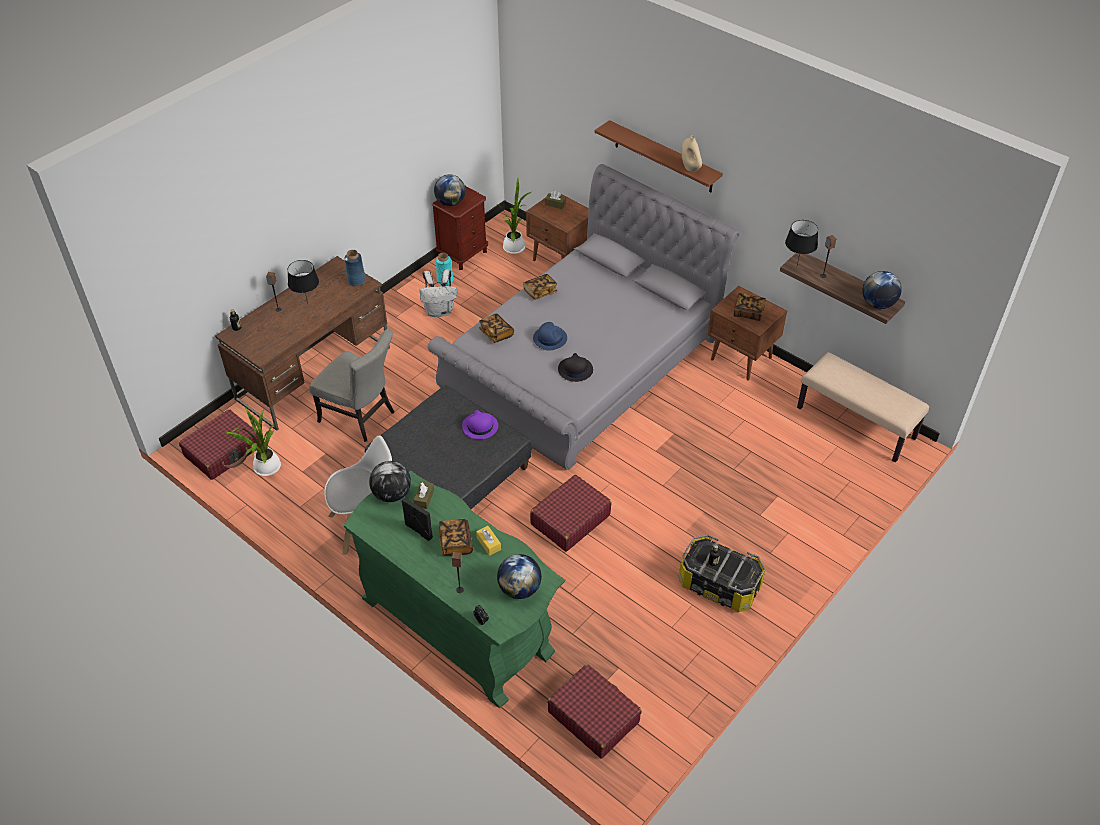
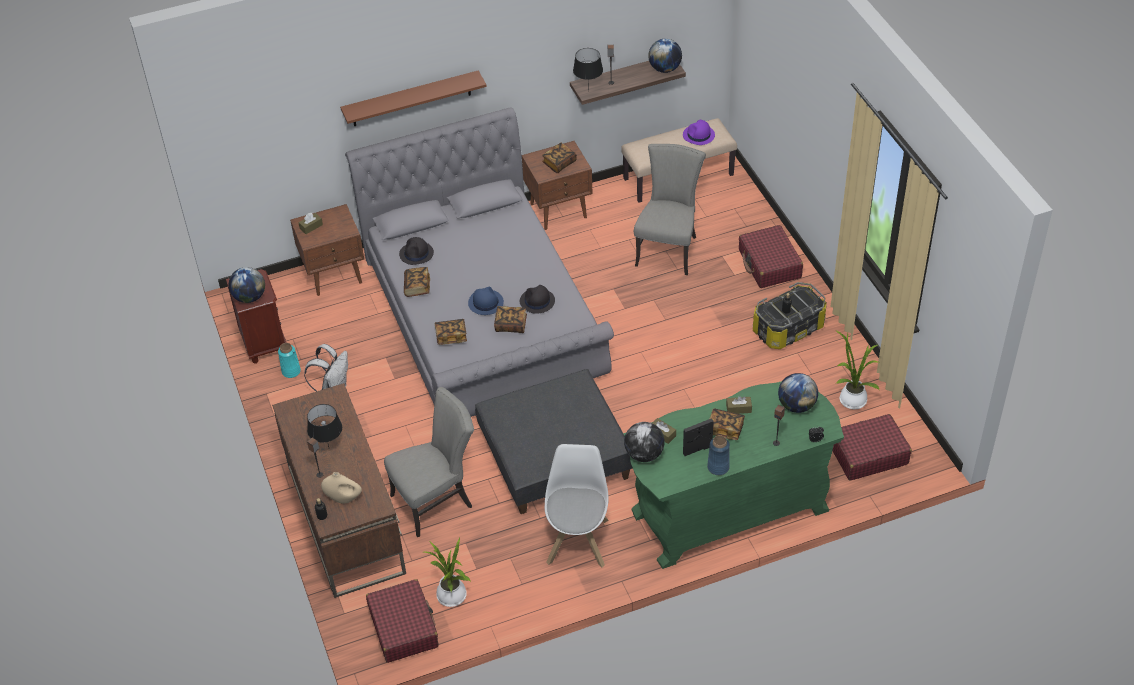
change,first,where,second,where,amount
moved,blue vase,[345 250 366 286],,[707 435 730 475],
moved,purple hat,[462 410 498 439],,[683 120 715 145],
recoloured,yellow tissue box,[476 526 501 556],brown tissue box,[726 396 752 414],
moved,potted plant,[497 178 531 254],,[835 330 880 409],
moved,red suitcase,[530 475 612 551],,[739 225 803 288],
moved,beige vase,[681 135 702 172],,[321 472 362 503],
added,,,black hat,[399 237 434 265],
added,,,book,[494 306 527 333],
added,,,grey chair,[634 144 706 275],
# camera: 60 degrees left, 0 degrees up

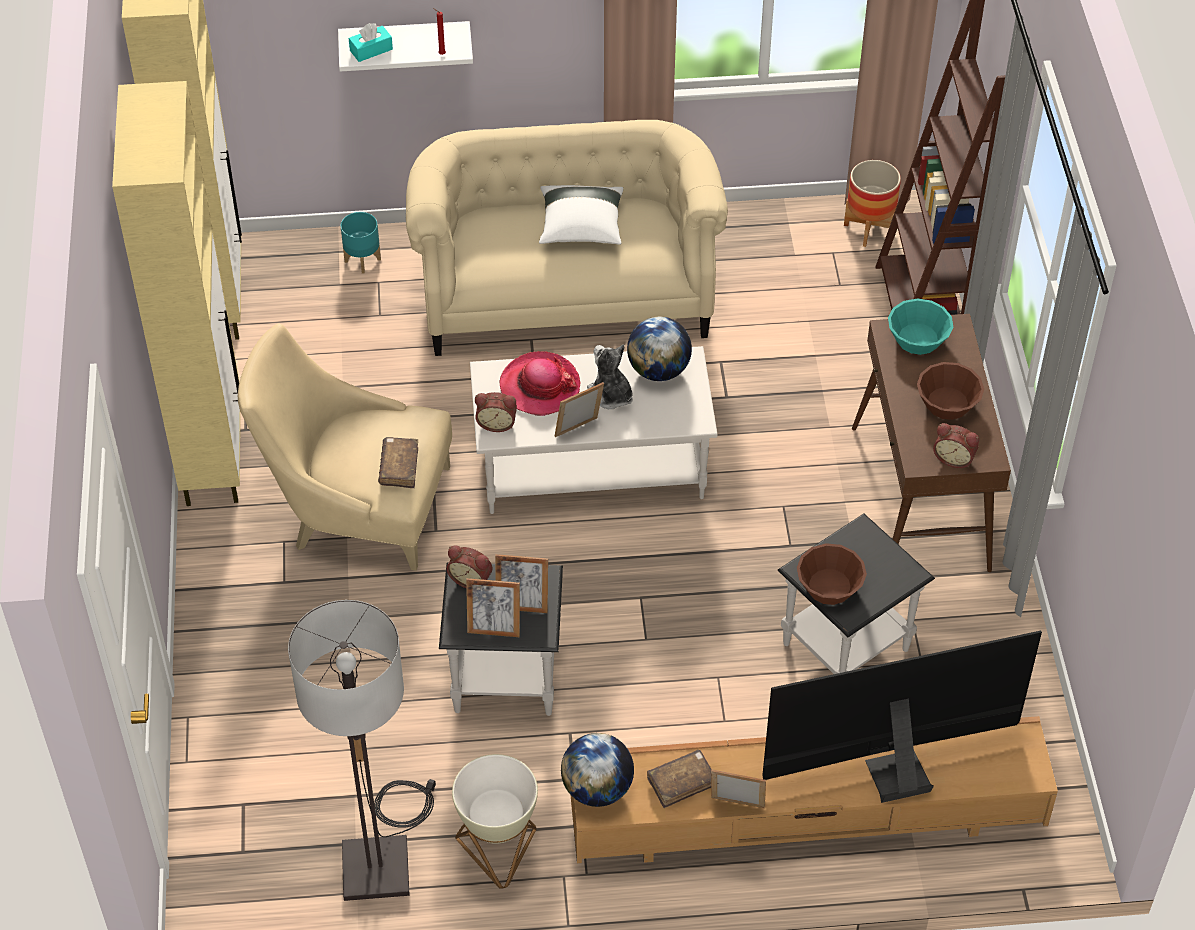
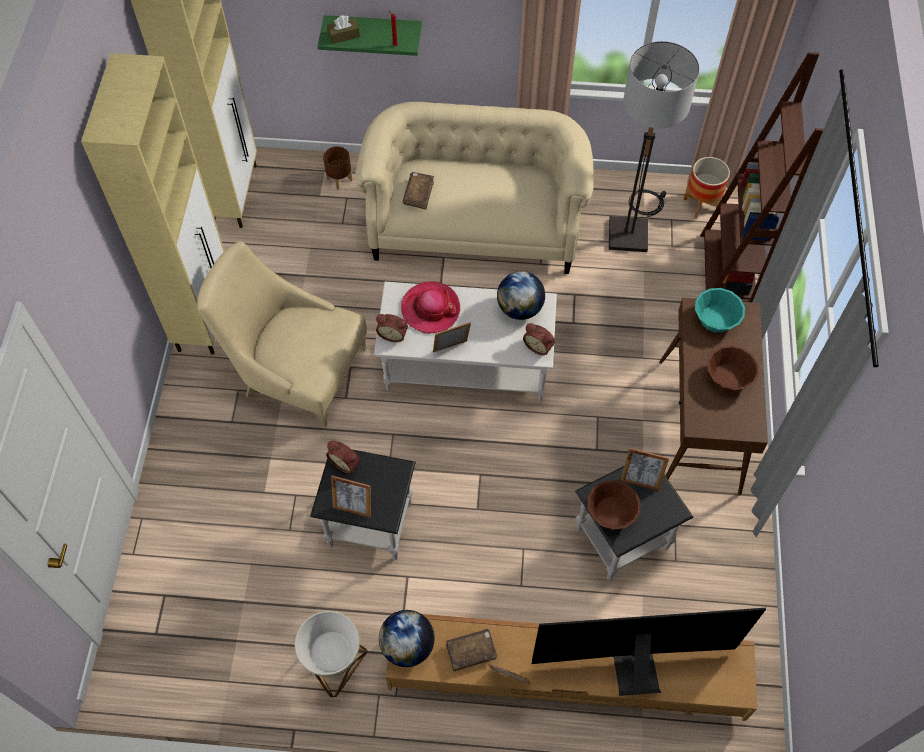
change,first,where,second,where,amount
moved,floor lamp,[288 600 436 901],,[609 41 699 252],
recoloured,white shelf,[338 21 473 71],green shelf,[317 15 422 56],
recoloured,turquoise planter,[341 212 381 274],brown planter,[323 146 352 190],
recoloured,turquoise tissue box,[349 23 393 62],brown tissue box,[327 15 360 44],
moved,brown book,[378 437 418 488],,[402 172 434 210],
moved,picture frame,[495 554 548 613],,[620 448 669 490],
removed,white pillow,[539 185 623 245],,,
removed,plush toy,[587 344 633 409],,,
moved,alarm clock,[933 423 979 468],,[523 323 555 355],
# camera: 10 degrees right, 10 degrees up

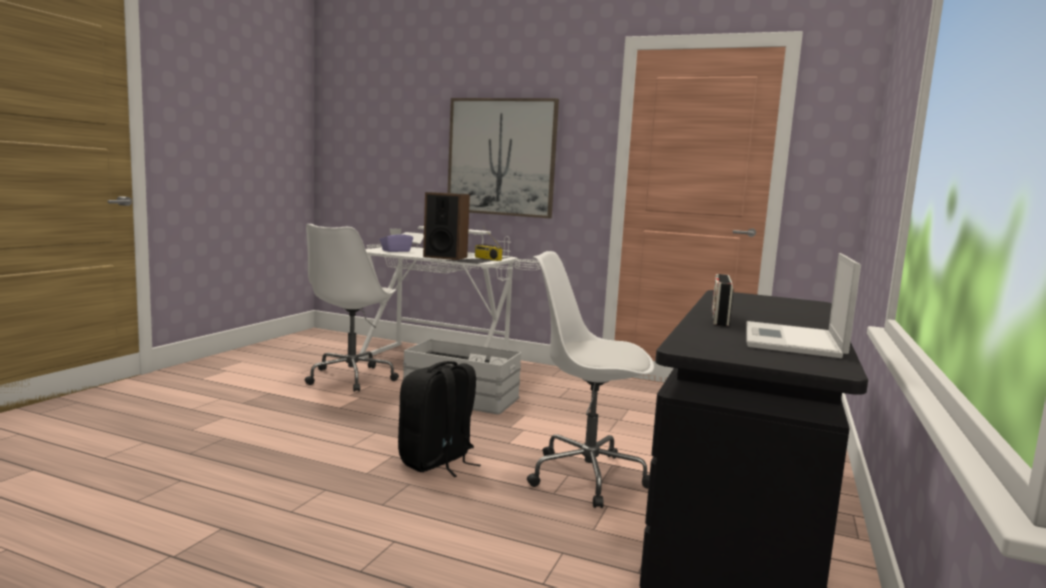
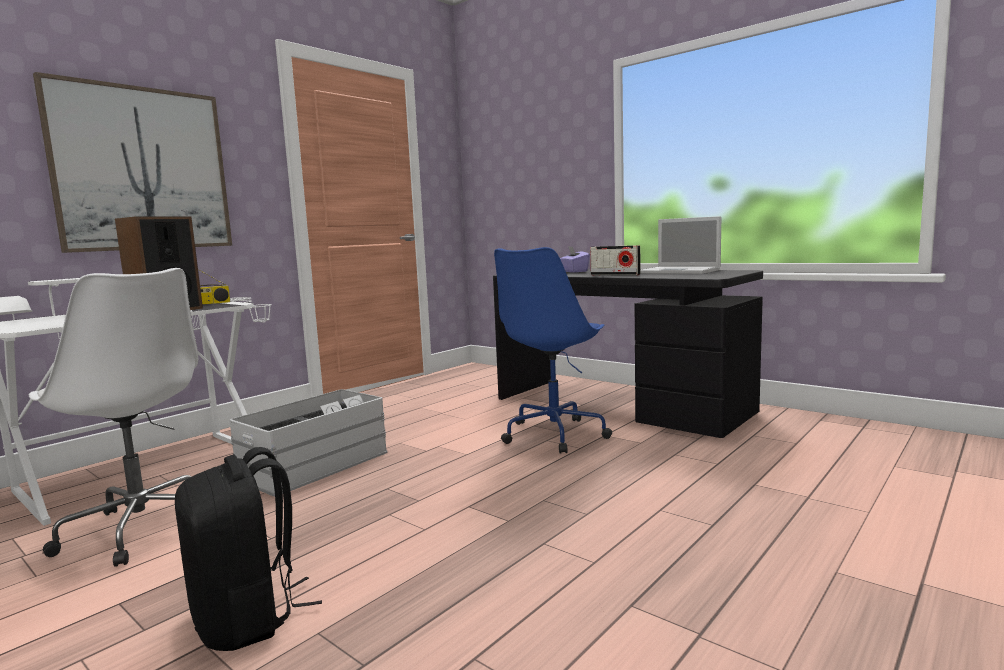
change,first,where,second,where,amount
moved,purple tissue box,[380 228 413 252],,[560 246 590 273],
moved,black backpack,[398 361 481 477],,[175 447 322 651],
recoloured,white office chair,[527 251 654 508],blue office chair,[494 247 612 454],
# camera: 70 degrees left, 0 degrees up

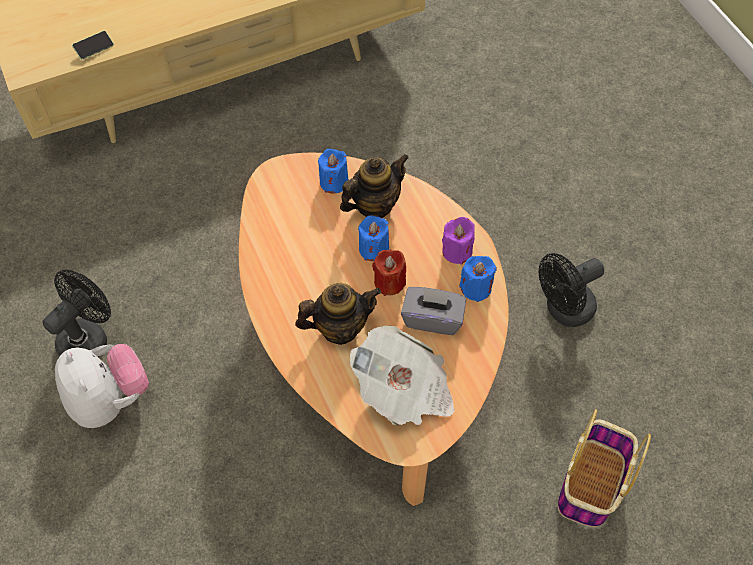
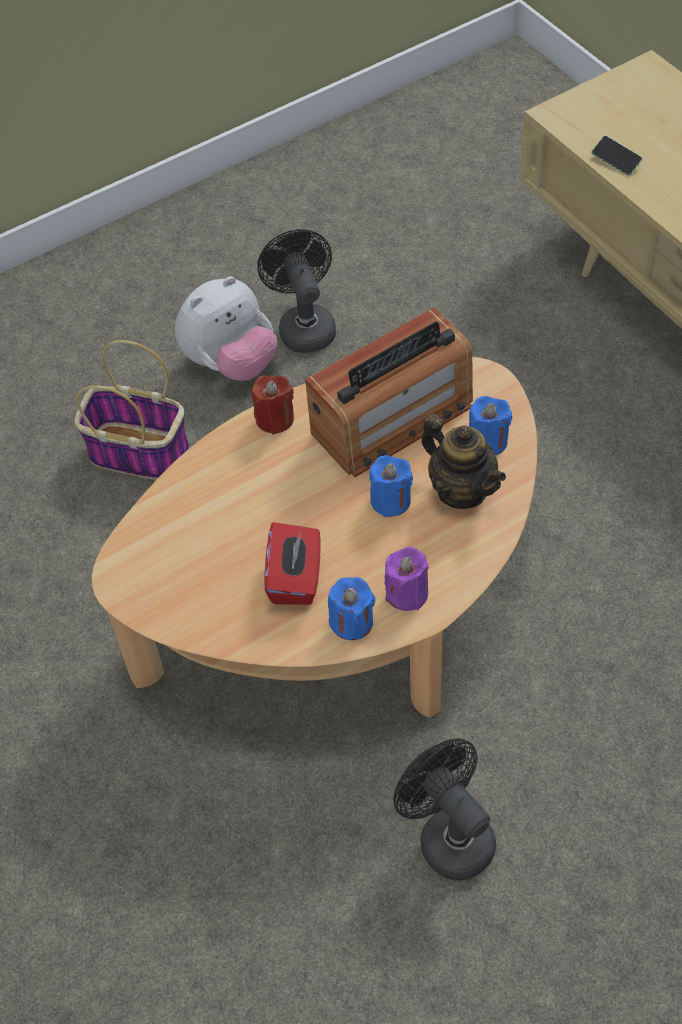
change,first,where,second,where,amount
turned,black fan,[43 269 111 357],,[257 229 336 353],135 degrees counterclockwise
removed,teapot,[295 283 381 345],,,
removed,newspaper,[350 325 455 426],,,
moved,red candle,[372 250 406 296],,[251 375 294 435],
recoloured,grey tissue box,[401 287 466 335],red tissue box,[264 522 321 605],
moved,basket,[557 409 651 527],,[75 340 190 480],
added,,,radio,[305 307 473 477],
# camera: 85 degrees right, 5 degrees down

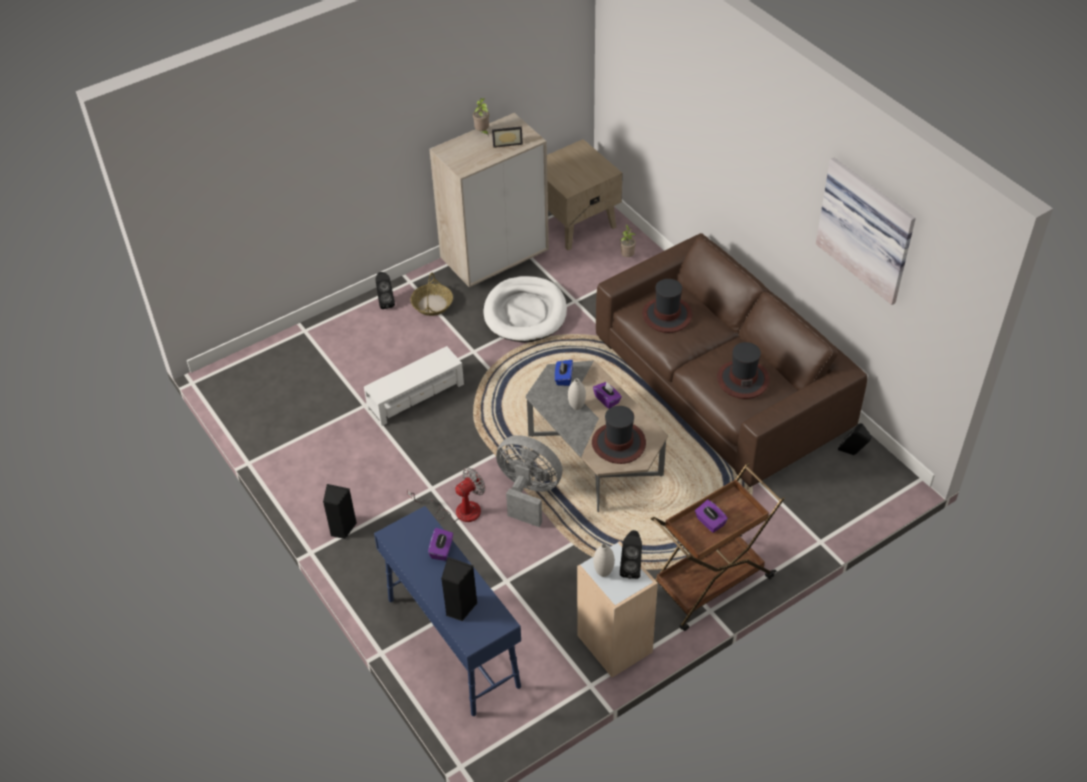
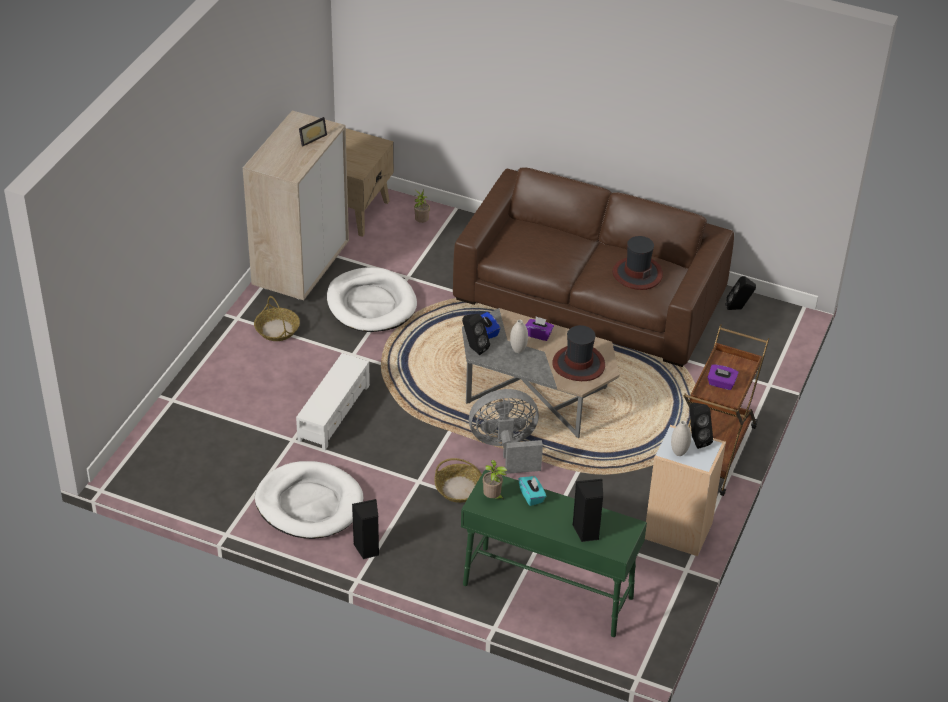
change,first,where,second,where,amount
recoloured,blue console table,[374 506 521 716],green console table,[461 470 647 637],
moved,black speaker,[376 272 395 309],,[462 314 490 355],
replaced,fan,[407 468 486 522],basket,[434 458 482 503],
recoloured,purple tissue box,[428 528 453 561],turquoise tissue box,[518 476 546 506],
moved,potted plant,[473 98 489 137],,[483 460 507 501],
removed,hat,[642 279 692 333],,,
removed,picture,[816 158 916 305],,,
added,,,white dog bed,[255 461 363 539],
# camera: 35 degrees left, 5 degrees down

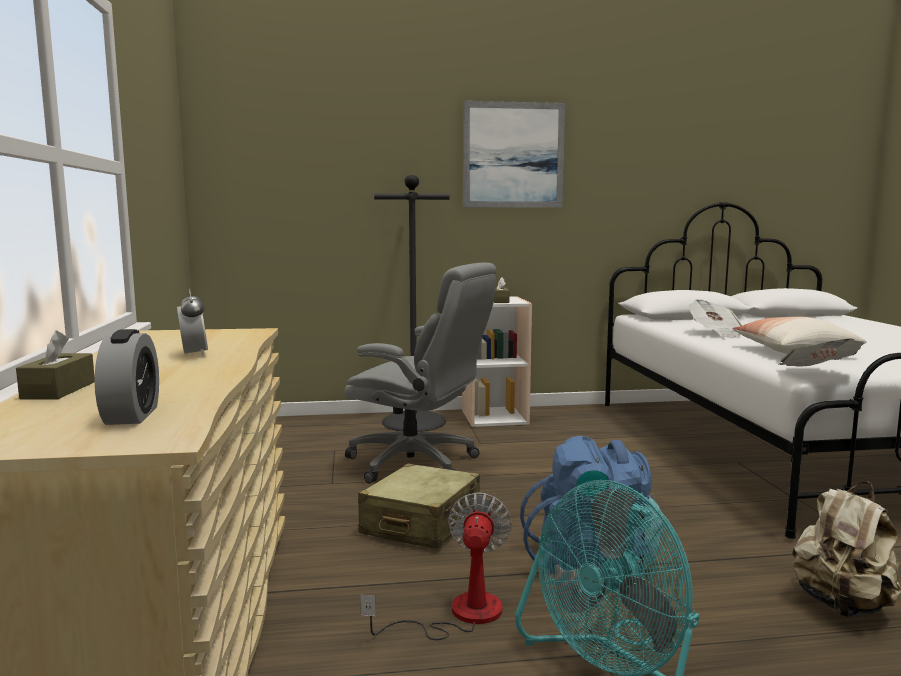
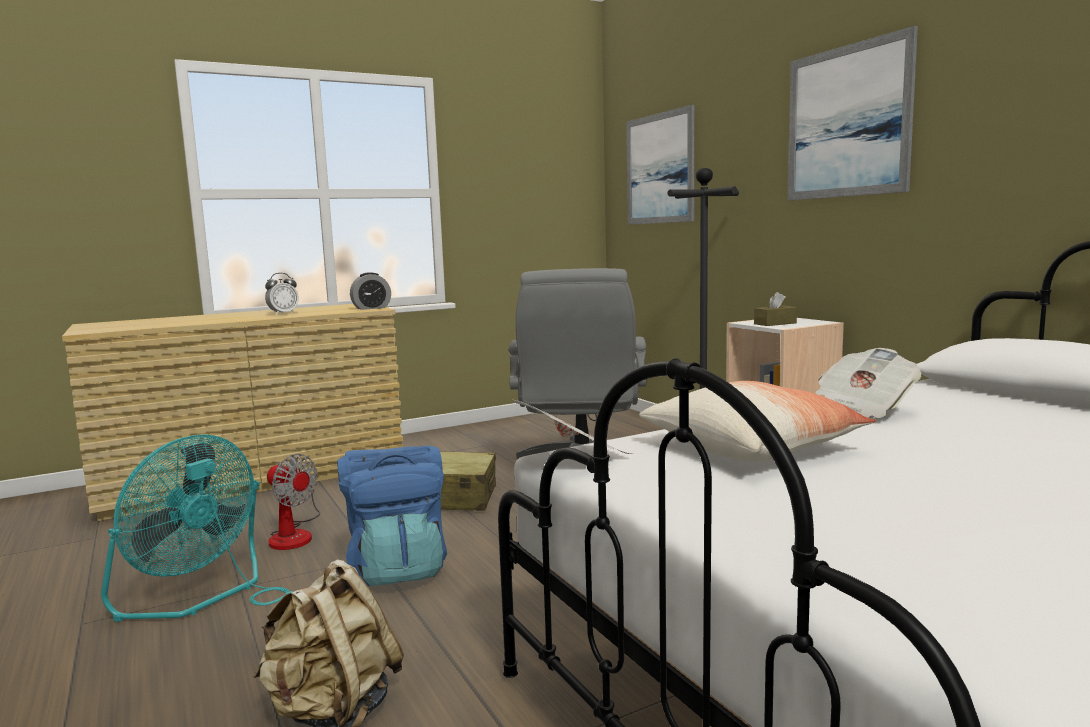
change,first,where,second,where,amount
removed,brown tissue box,[16 331 95 399],,,
moved,alarm clock,[95 329 159 425],,[350 272 391 310],
turned,fan,[360 492 512 640],,[267 454 320 550],45 degrees clockwise
added,,,picture,[626 105 694 225],
# camera: 70 degrees right, 0 degrees up

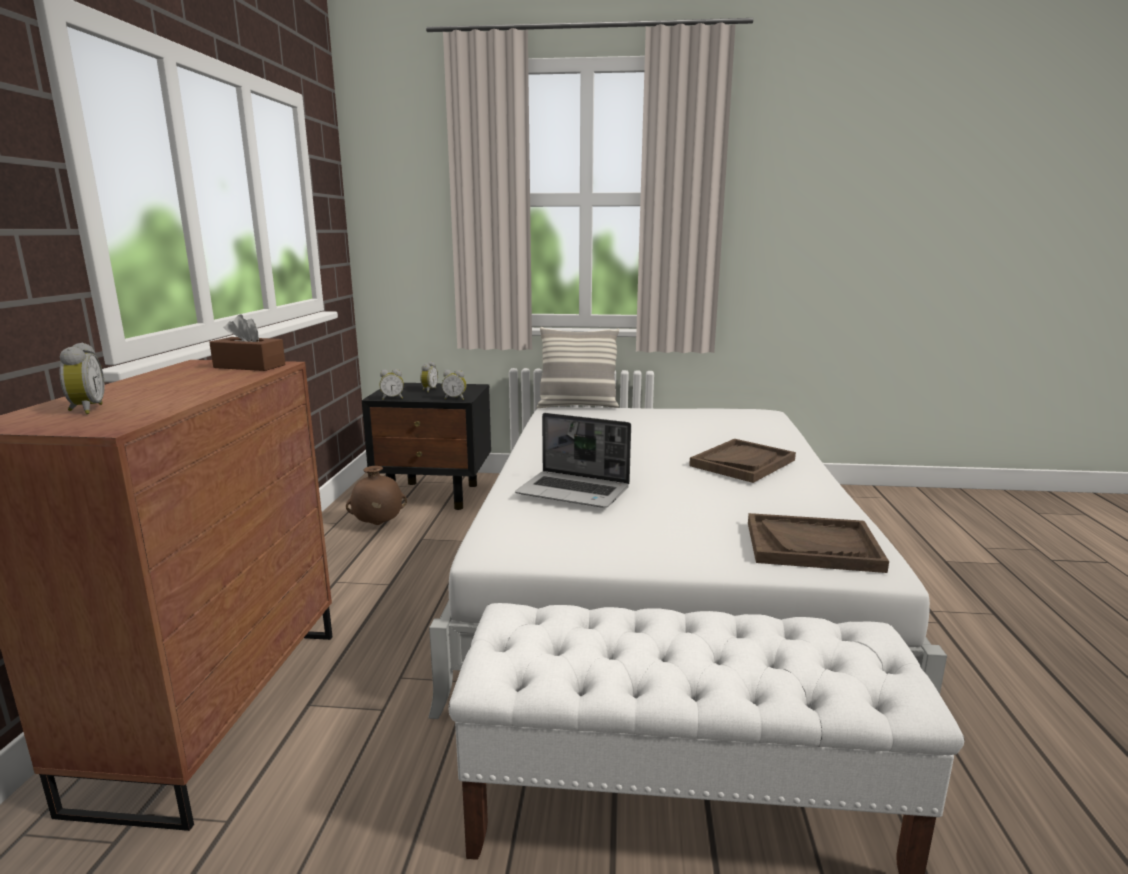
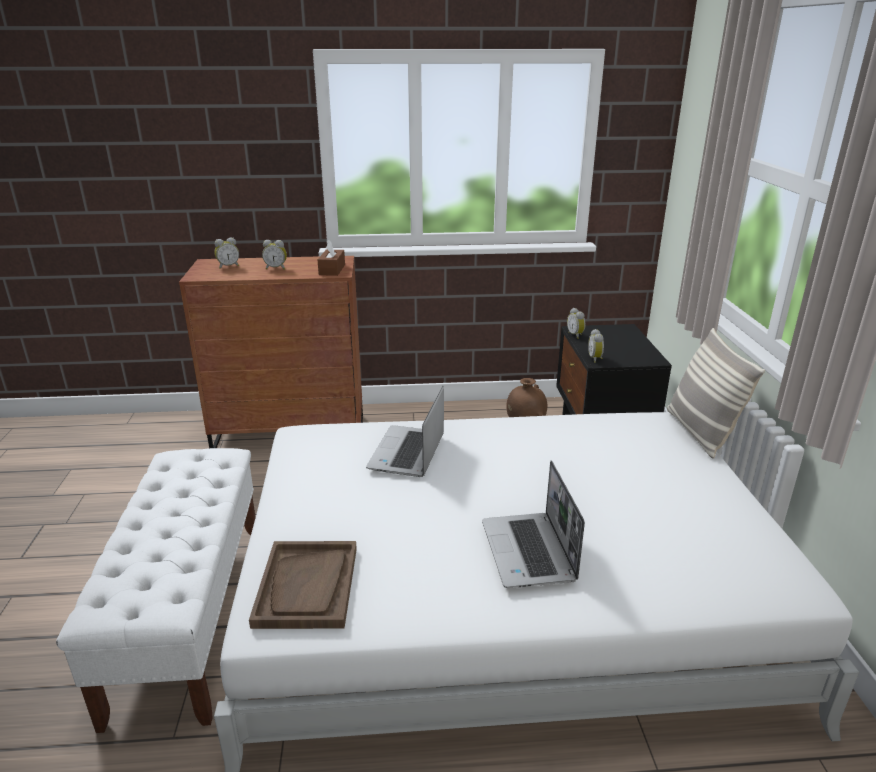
change,first,where,second,where,amount
moved,alarm clock,[420 361 438 392],,[262 240 287 270],
replaced,brown tray,[689 439 796 483],laptop,[482 460 585 588],
# camera: 80 degrees right, 10 degrees up

